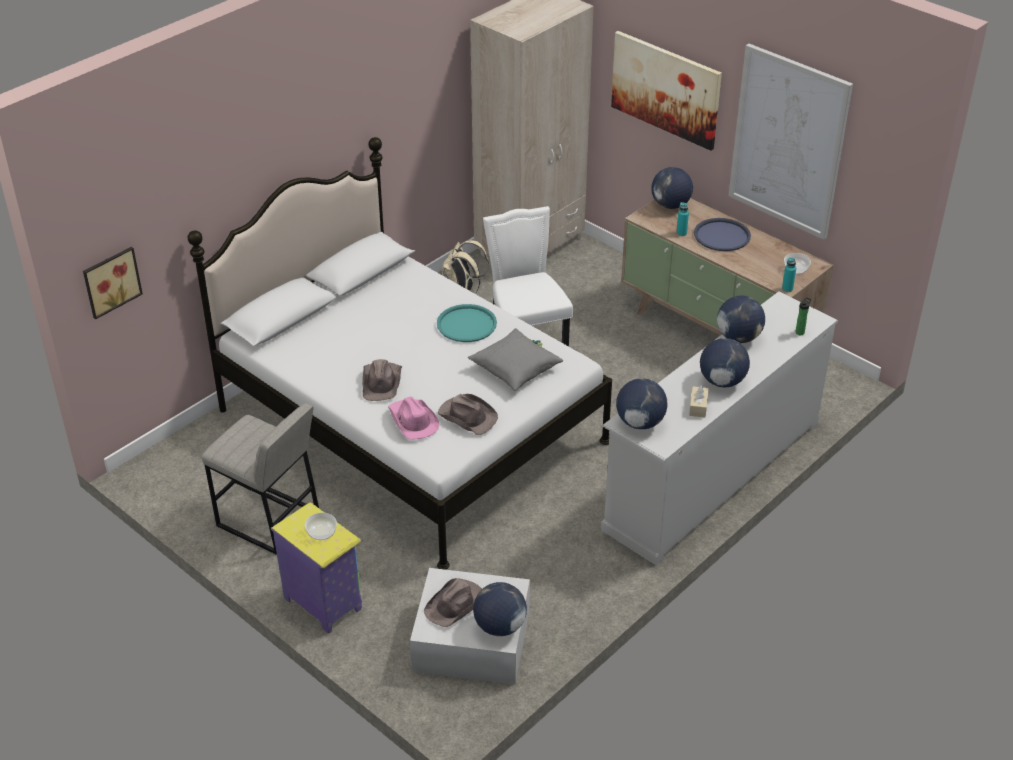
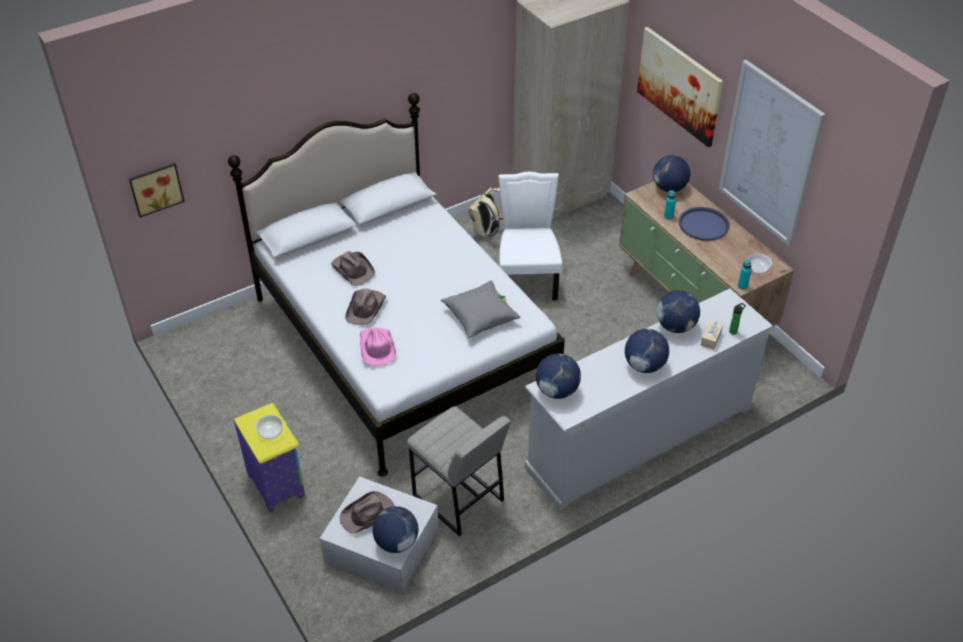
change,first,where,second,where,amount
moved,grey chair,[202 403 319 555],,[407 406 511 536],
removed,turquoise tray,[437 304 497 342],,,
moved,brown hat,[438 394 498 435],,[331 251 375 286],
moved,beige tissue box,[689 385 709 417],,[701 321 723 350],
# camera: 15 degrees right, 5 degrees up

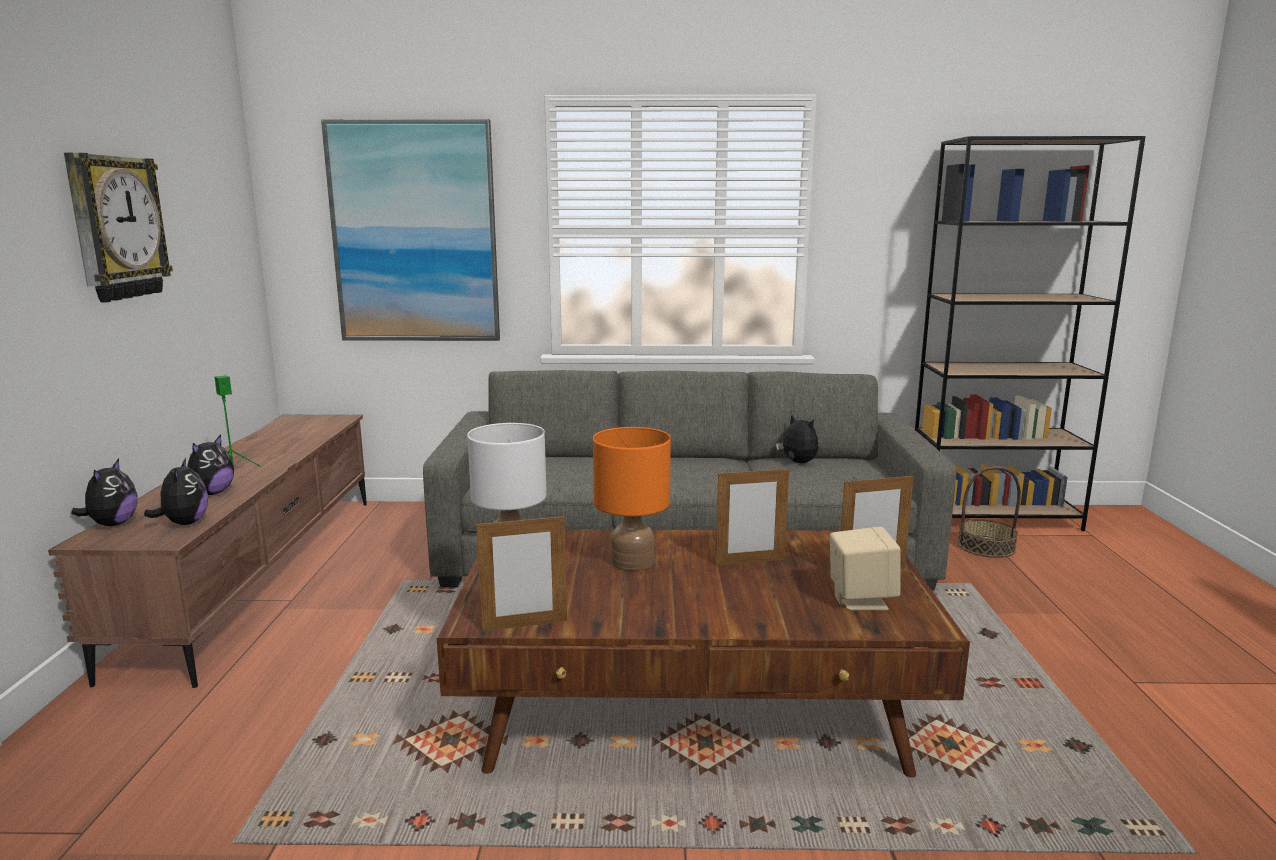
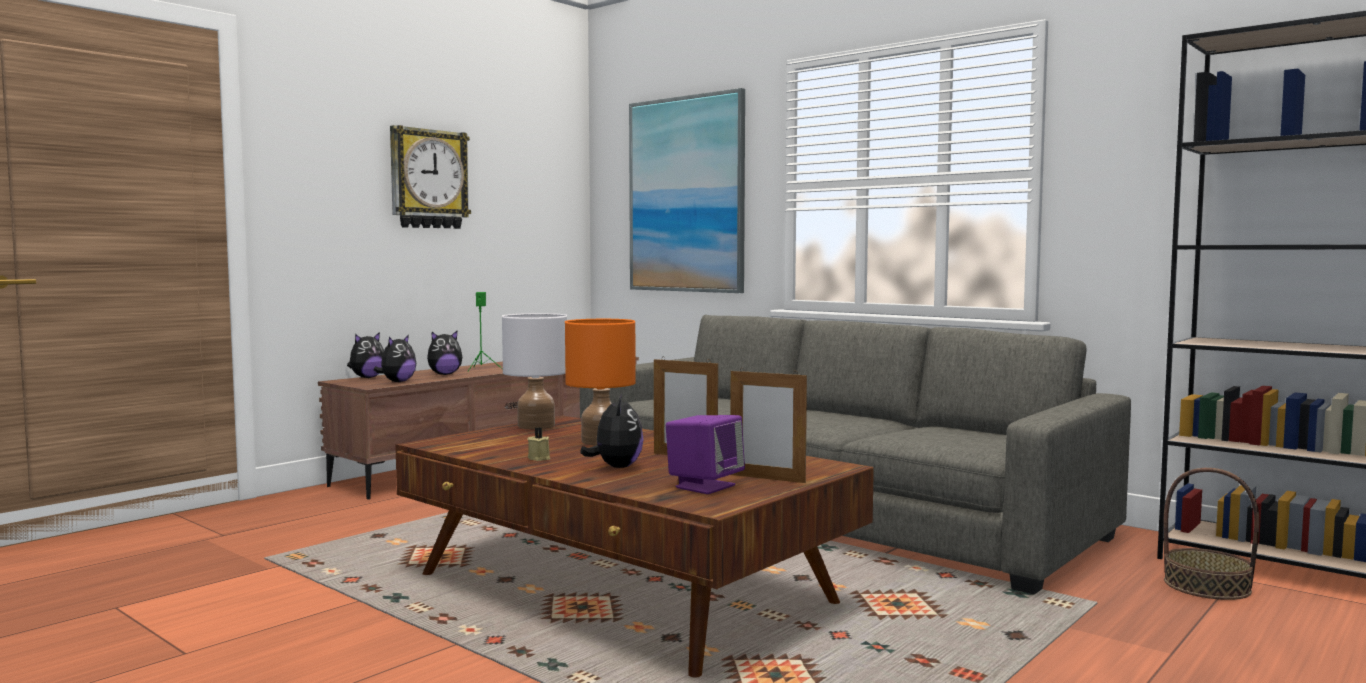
change,first,where,second,where,amount
removed,picture frame,[476 513 567 631],,,
moved,plush toy,[776 415 819 463],,[580 394 644 468],
recoloured,beige speaker,[830 527 901 610],purple speaker,[666 415 745 494],
added,,,beige candle,[527 427 550 461],
# camera: 40 degrees right, 10 degrees down

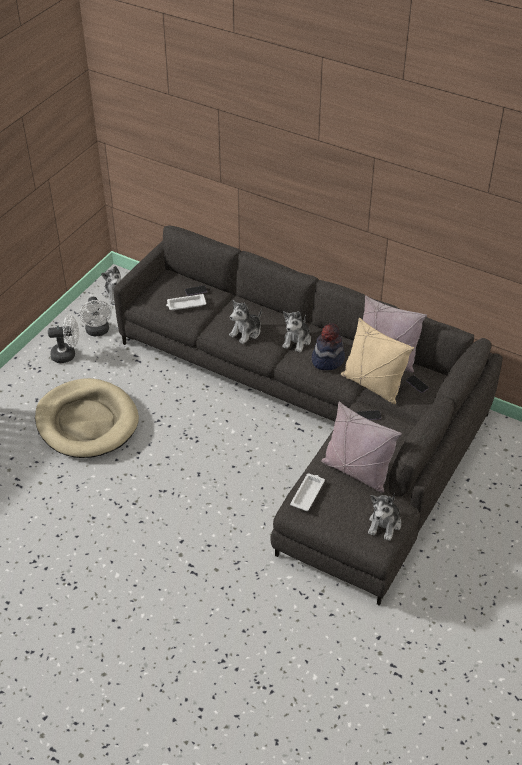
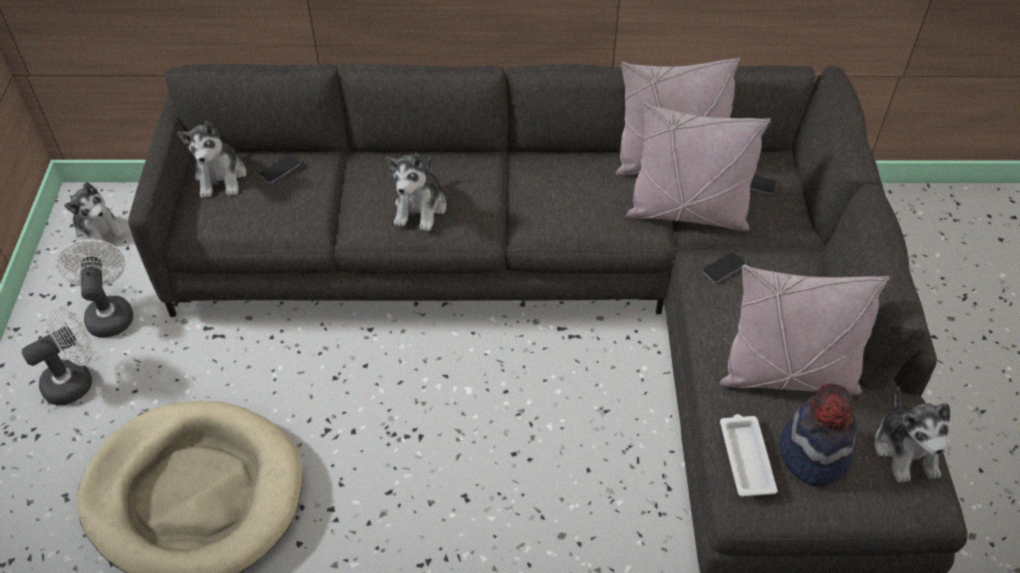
change,first,where,second,where,amount
turned,white fan,[80 297 112 336],,[57 239 133 338],150 degrees counterclockwise
removed,white tray,[166 294 206 310],,,
moved,plush toy,[282 311 311 353],,[177 121 246 198],
moved,hat,[312 323 345 370],,[780 384 857 486],
recoloured,beige pillow,[341 318 414 404],purple pillow,[626 102 771 231],
# camera: 30 degrees left, 5 degrees up

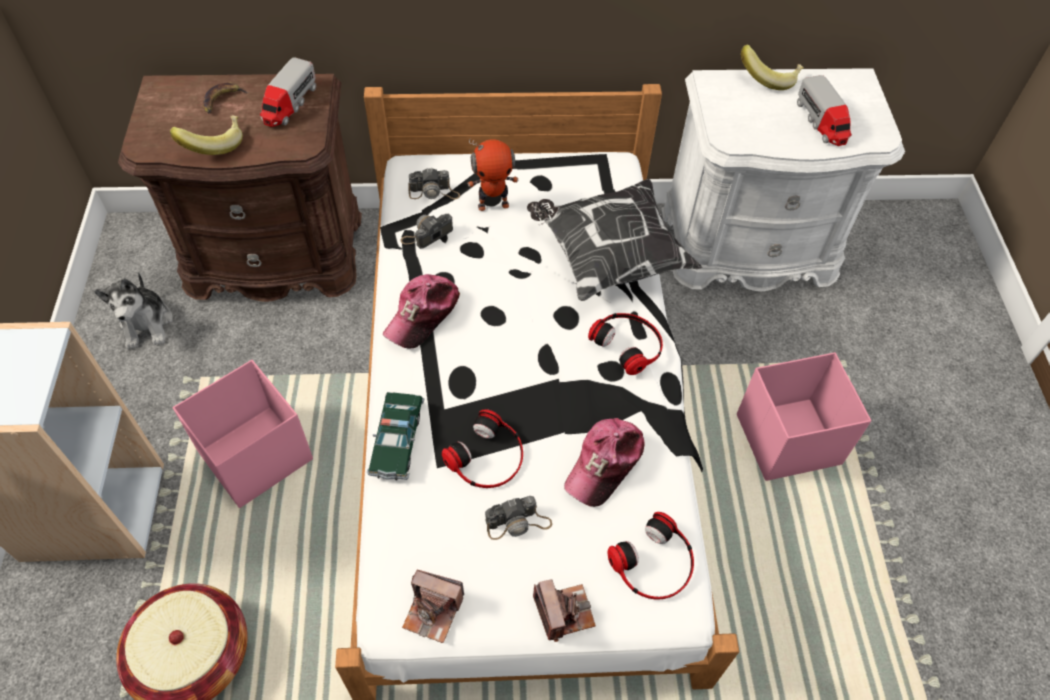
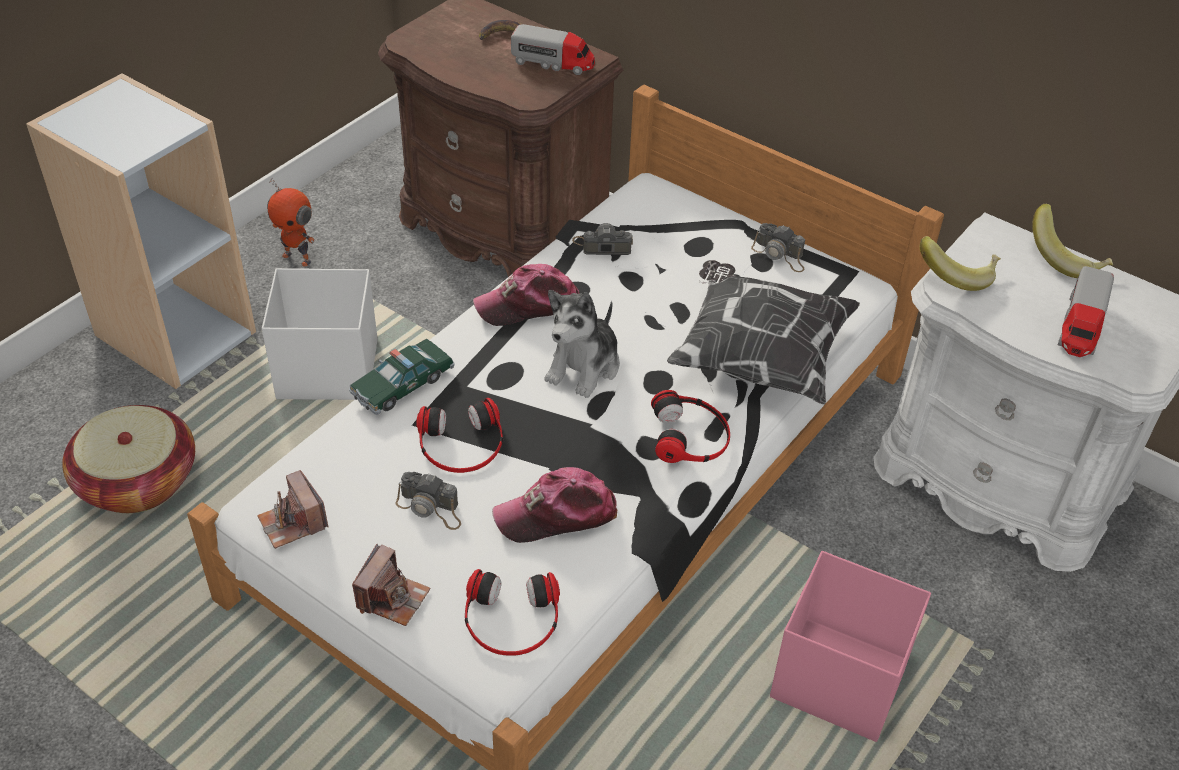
change,first,where,second,where,amount
moved,plush toy,[94 272 173 349],,[545 290 620 398],
moved,banana,[170 116 243 155],,[920 236 1001 291],
recoloured,pink storage box,[173 360 313 508],white storage box,[262 268 377 400],
turned,toy truck,[260 57 316 127],,[511 24 595 75],135 degrees counterclockwise
moved,photo camera,[408 168 460 199],,[751 223 805 272],
moved,toy robot,[467 138 518 211],,[267 177 316 267],
# camera: 40 degrees right, 10 degrees down

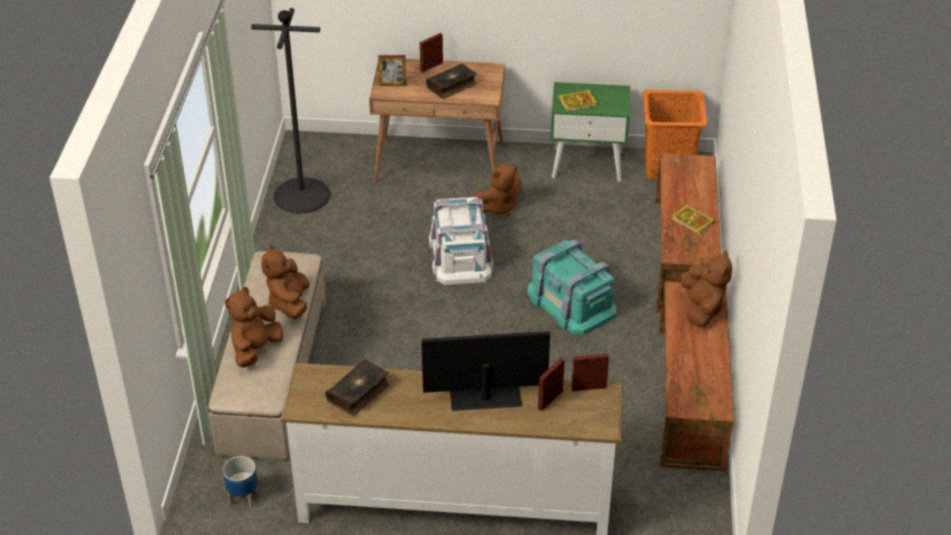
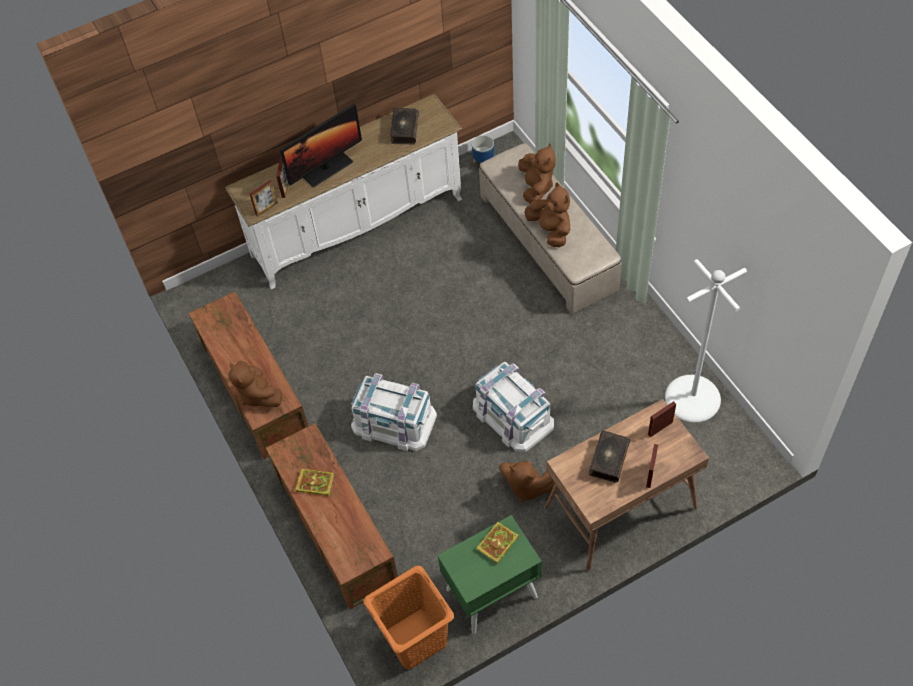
change,first,where,second,where,amount
recoloured,black clothes rack,[251 8 330 213],white clothes rack,[665 259 747 422],
turned,brown plush toy,[473 164 521 216],,[499 461 555 502],90 degrees counterclockwise
recoloured,turquoise storage box,[527 240 617 335],white storage box,[351 373 437 451],
# camera: 150 degrees right, 15 degrees up

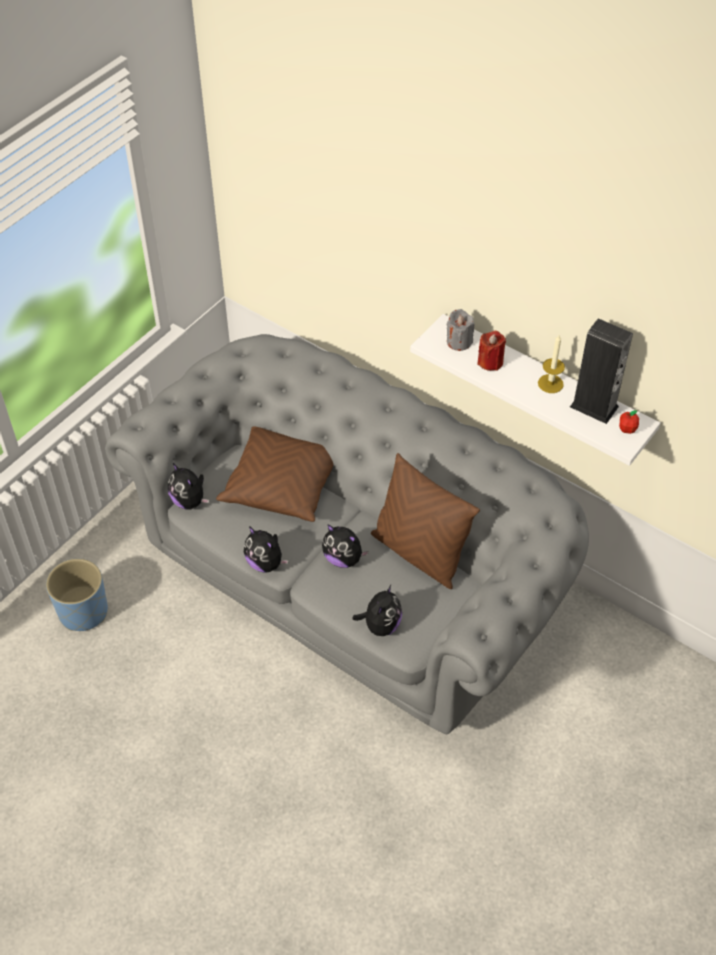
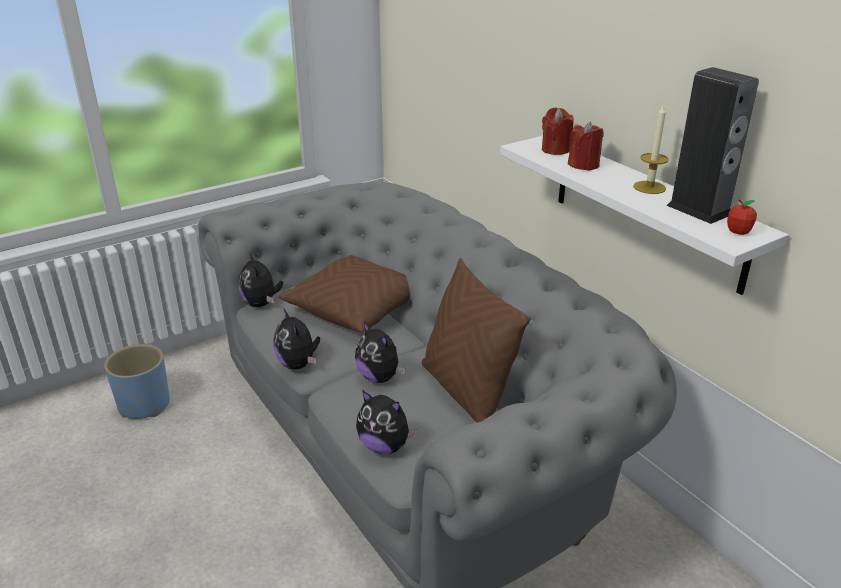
change,first,where,second,where,amount
turned,plush toy,[352 585 402 636],,[356 390 418 454],75 degrees clockwise
recoloured,grey candle,[447 309 474 351],red candle,[542 107 574 155],
# camera: 20 degrees right, 20 degrees down

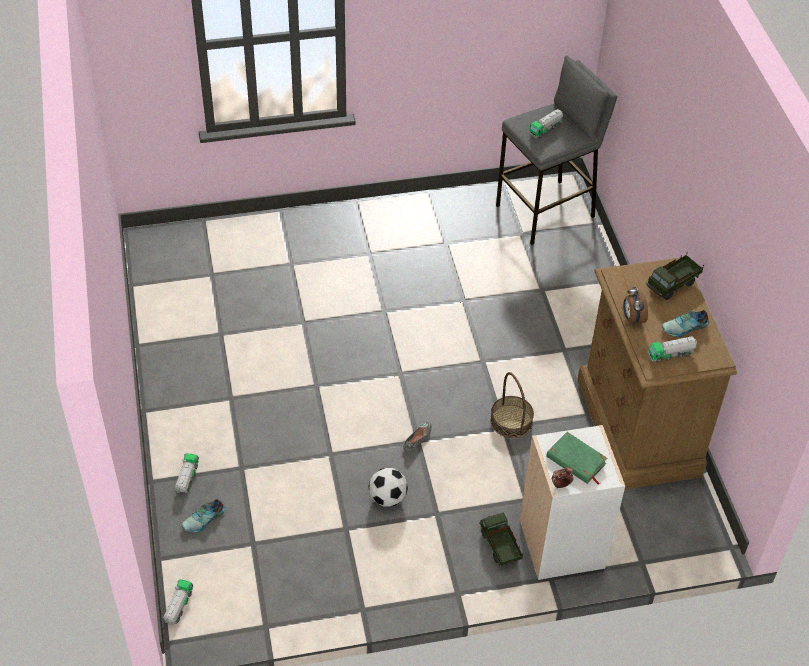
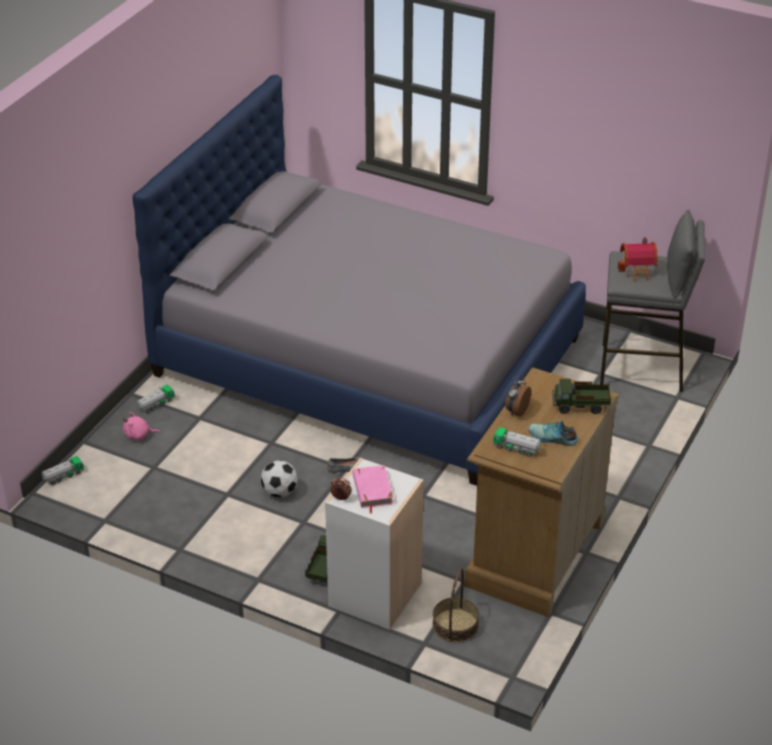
change,first,where,second,where,amount
replaced,shoe,[182 499 225 533],pink plush toy,[123 412 161 440],
moved,basket,[490 372 534 438],,[433 568 479 642],
replaced,toy truck,[529 109 563 138],toy house,[618 237 658 281],
recoloured,green book,[546 432 608 485],pink book,[352 465 394 513],
added,,,grey bed,[132 75 586 485],
# camera: 40 degrees right, 10 degrees down

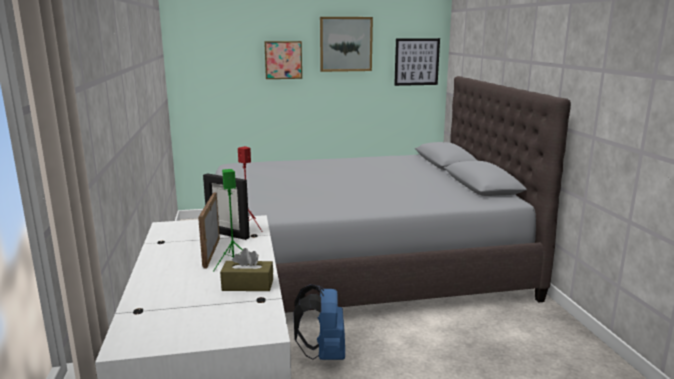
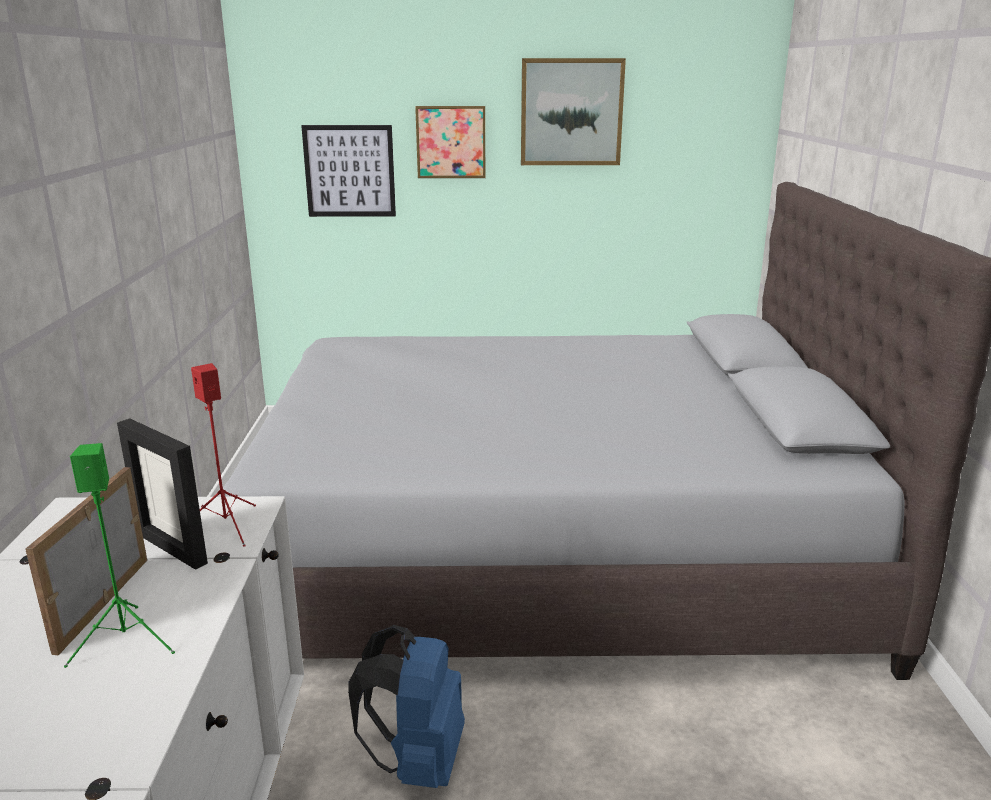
change,first,where,second,where,amount
removed,brown tissue box,[220 248 273 291],,,
moved,picture,[394 38 440 86],,[301 125 396 217],
# camera: 10 degrees right, 5 degrees up

